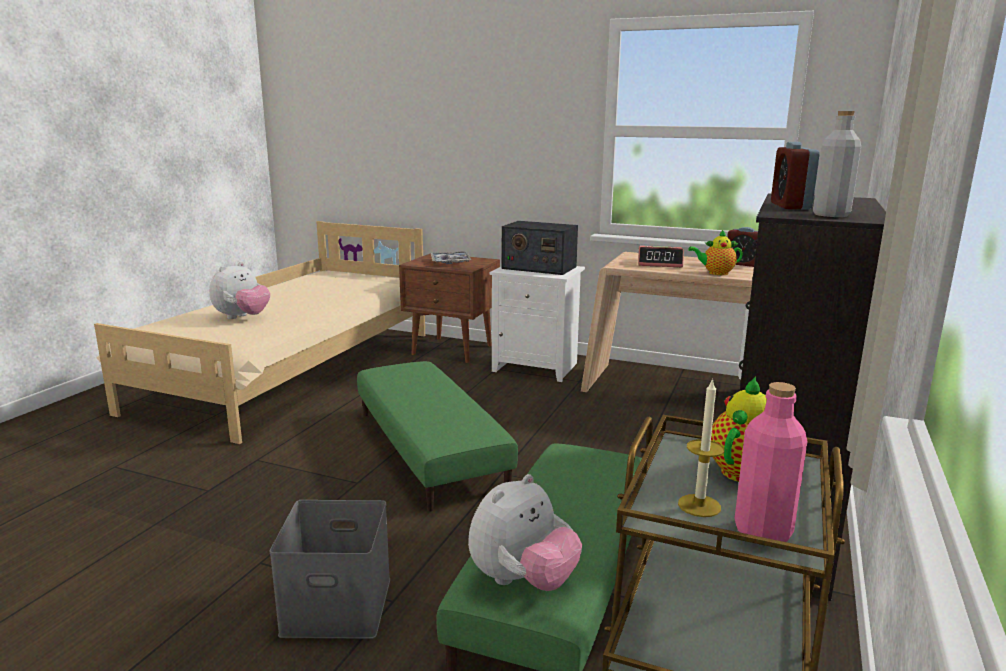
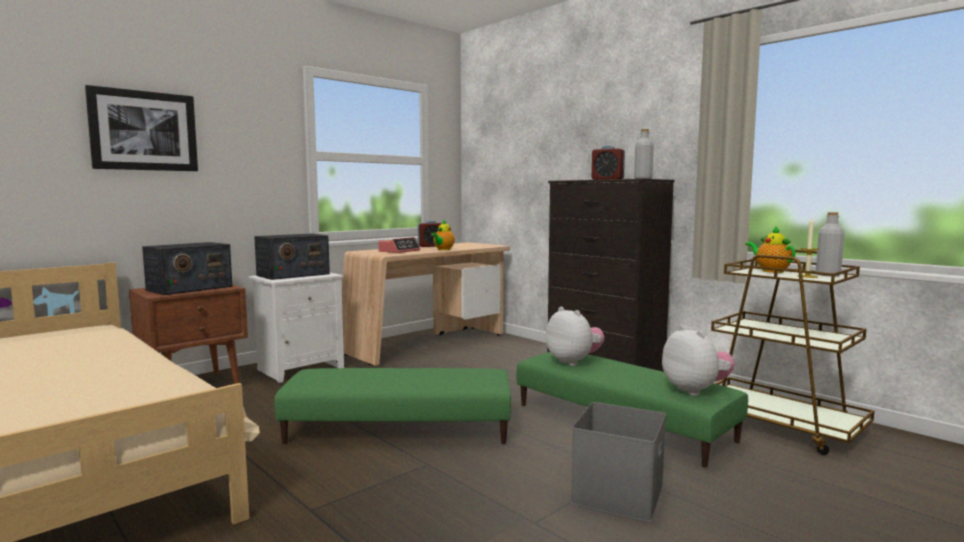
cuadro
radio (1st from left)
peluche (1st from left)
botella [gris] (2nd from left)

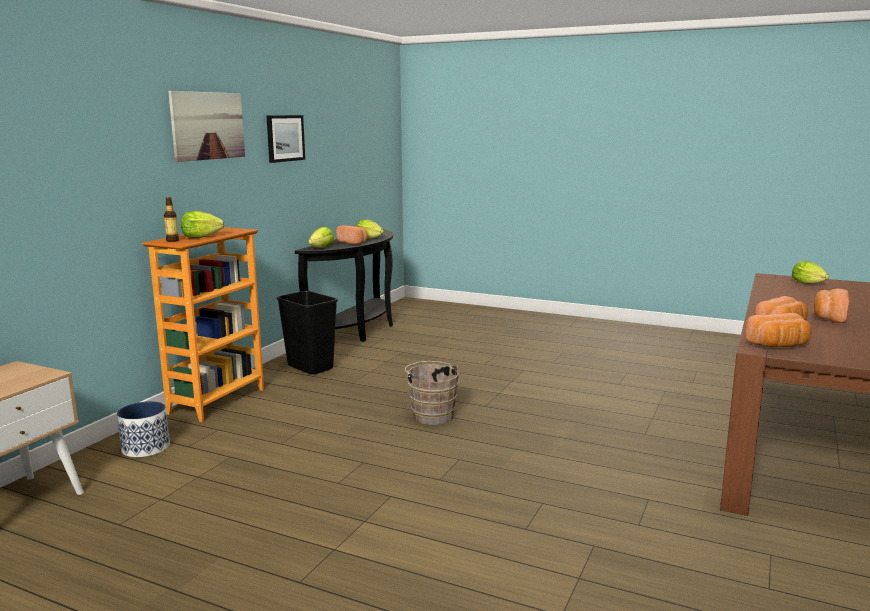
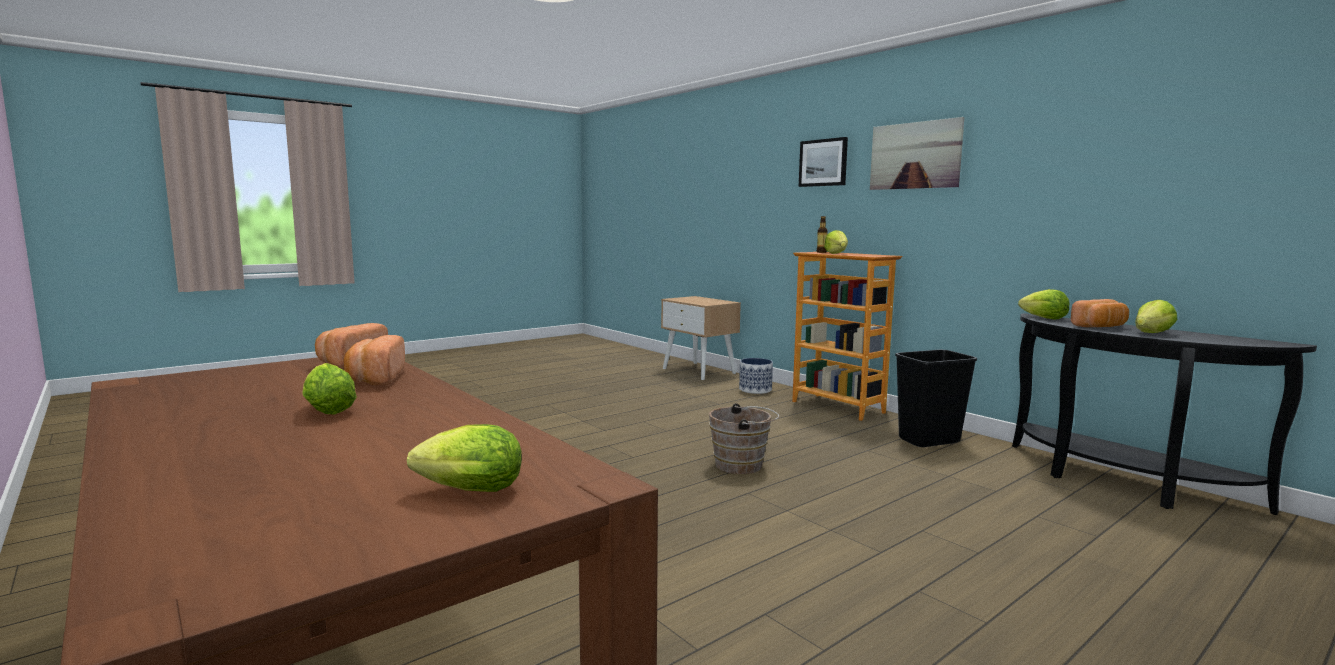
lechuga (1st from left)
cuadro (1st from left)

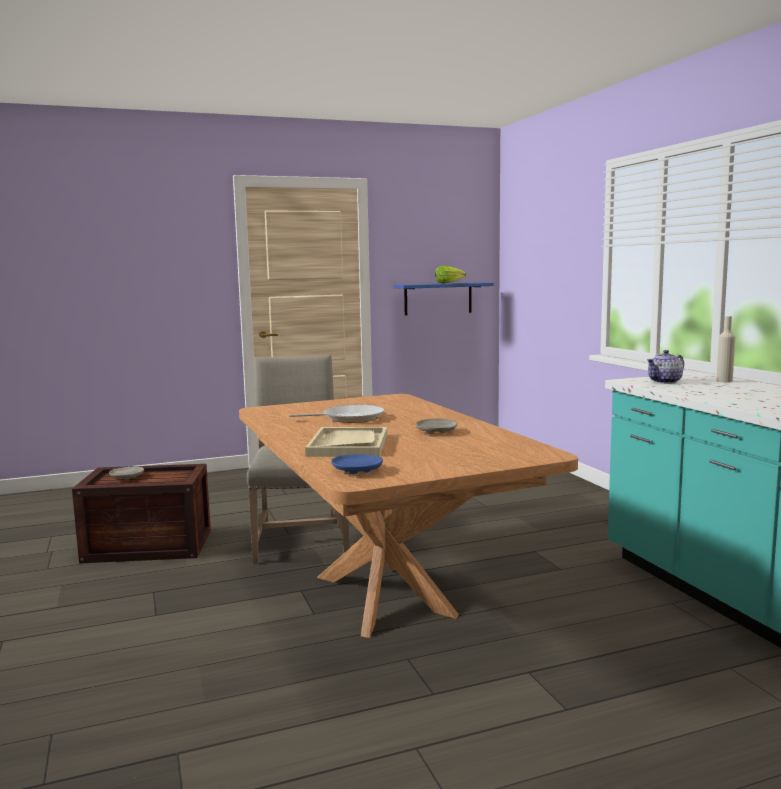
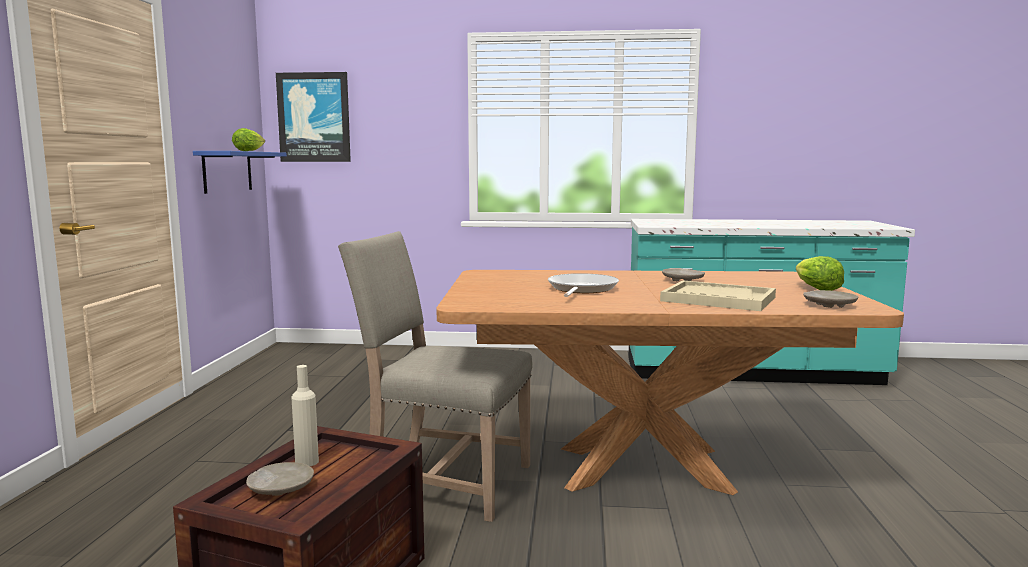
cuadro
botella [beis]
lechuga (2nd from left)
plato [beis] (3rd from left)
tetera

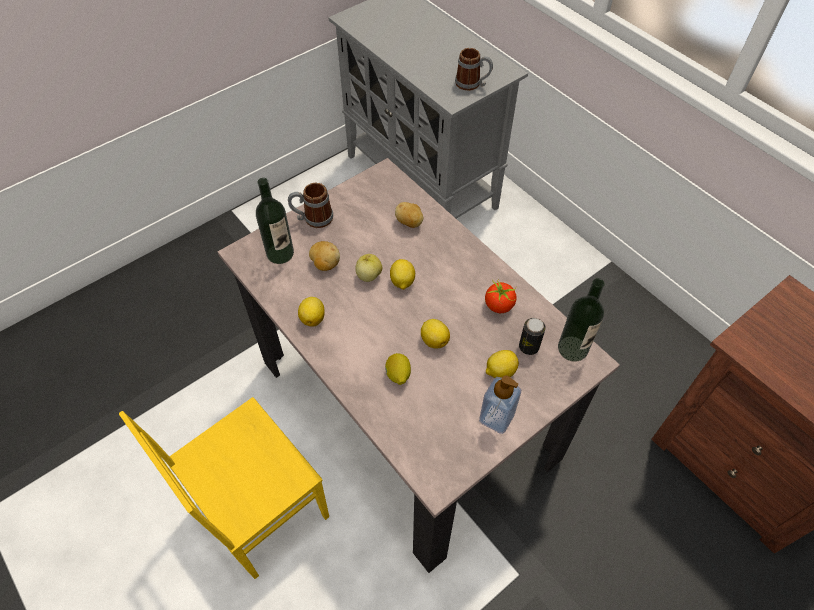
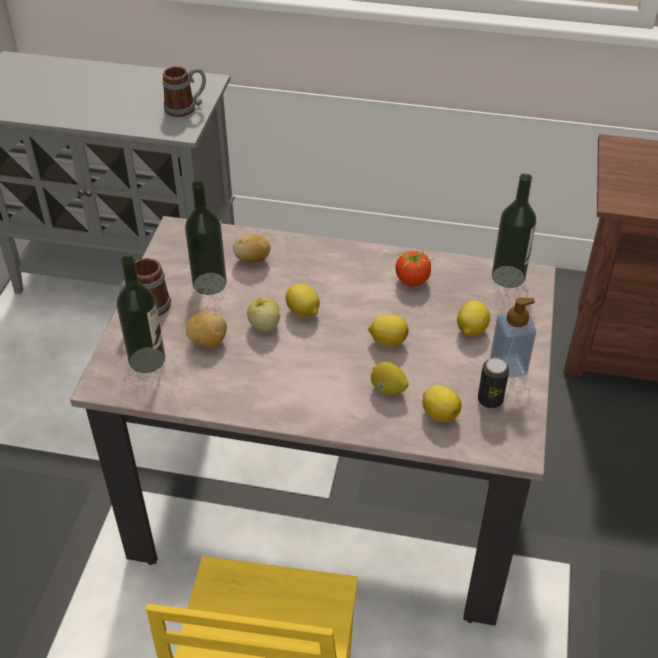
botella (2nd from left)
limón (4th from left)
lata

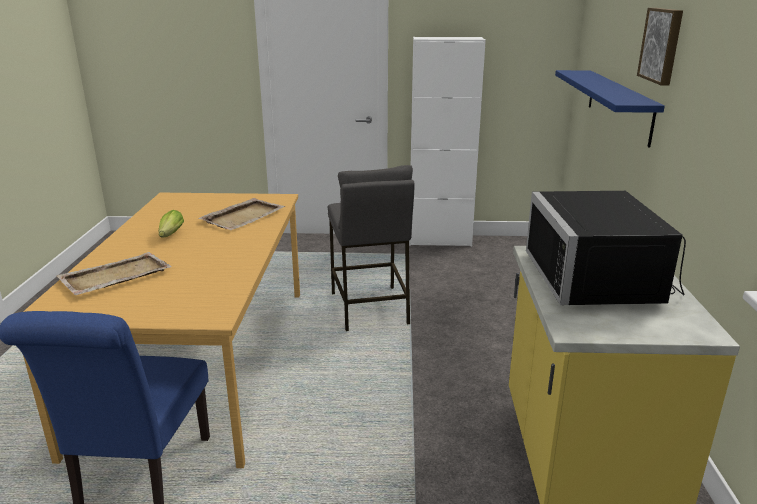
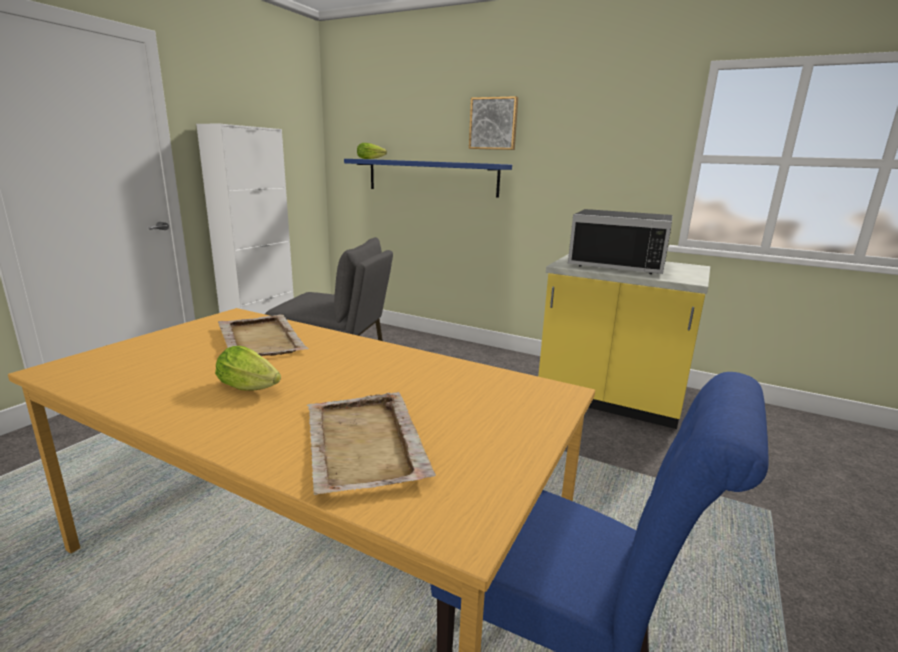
lechuga (2nd from left)

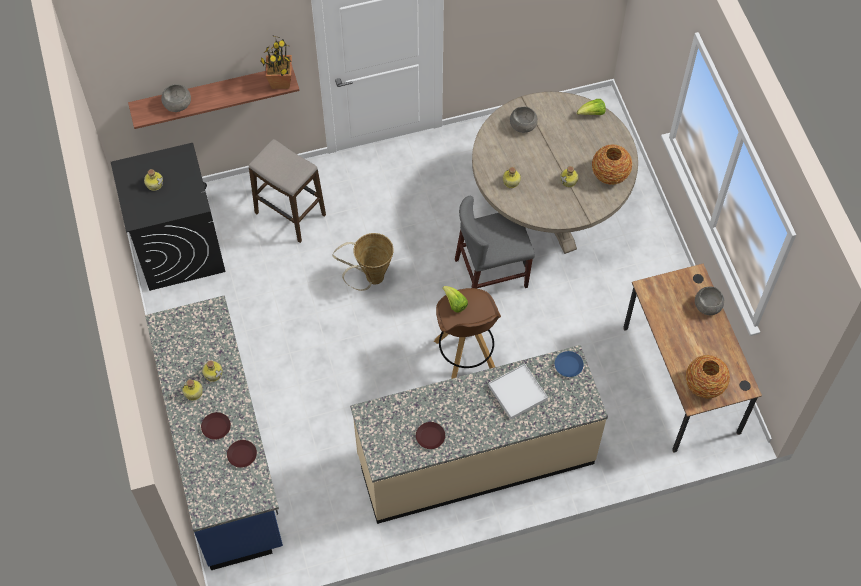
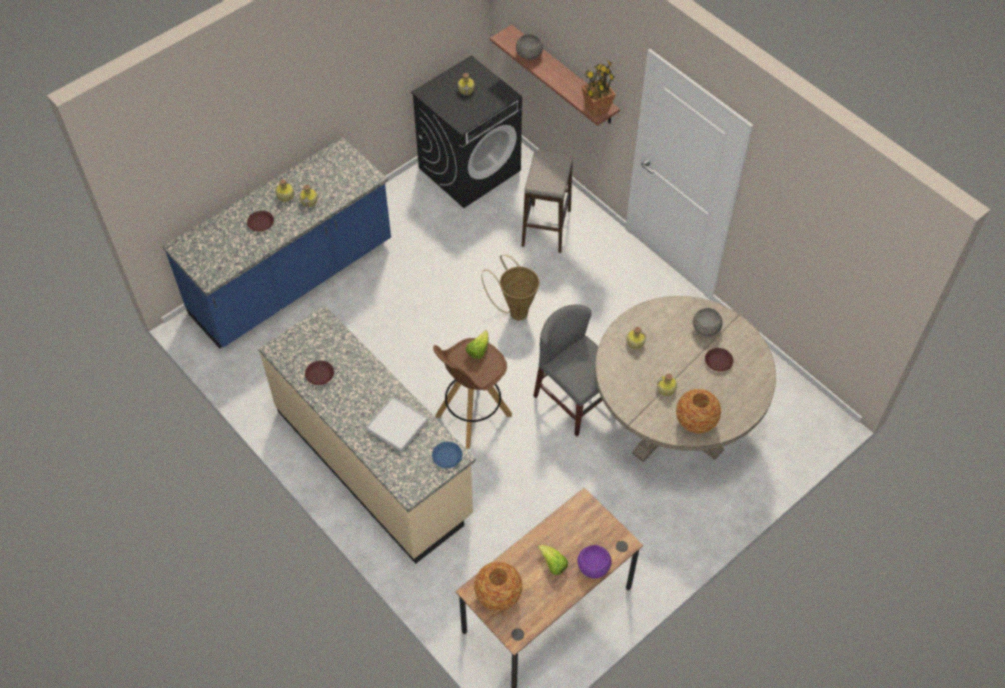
lechuga (2nd from left)
cuenco [morado]
plato [marrón] (3rd from left)

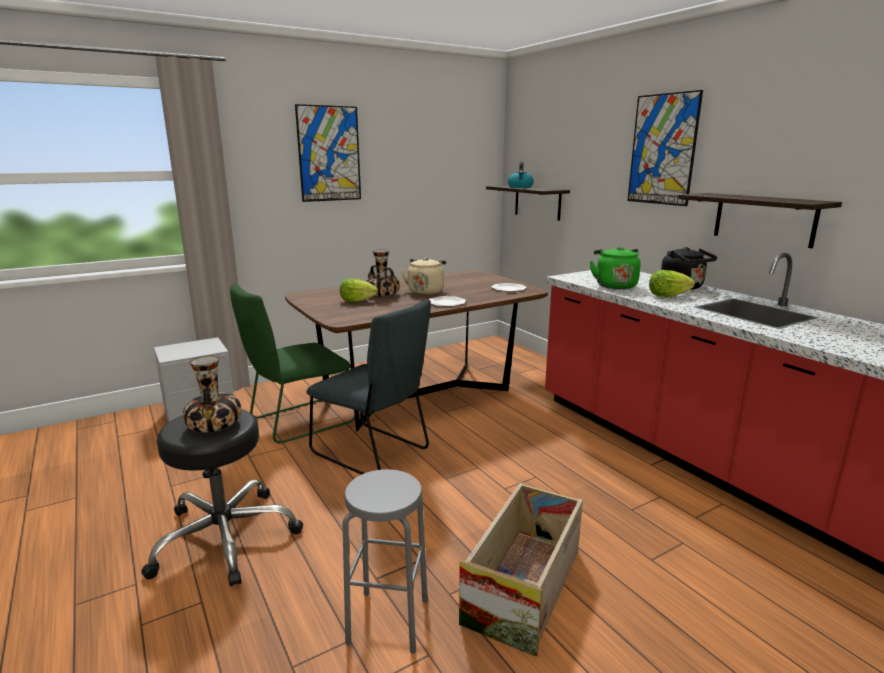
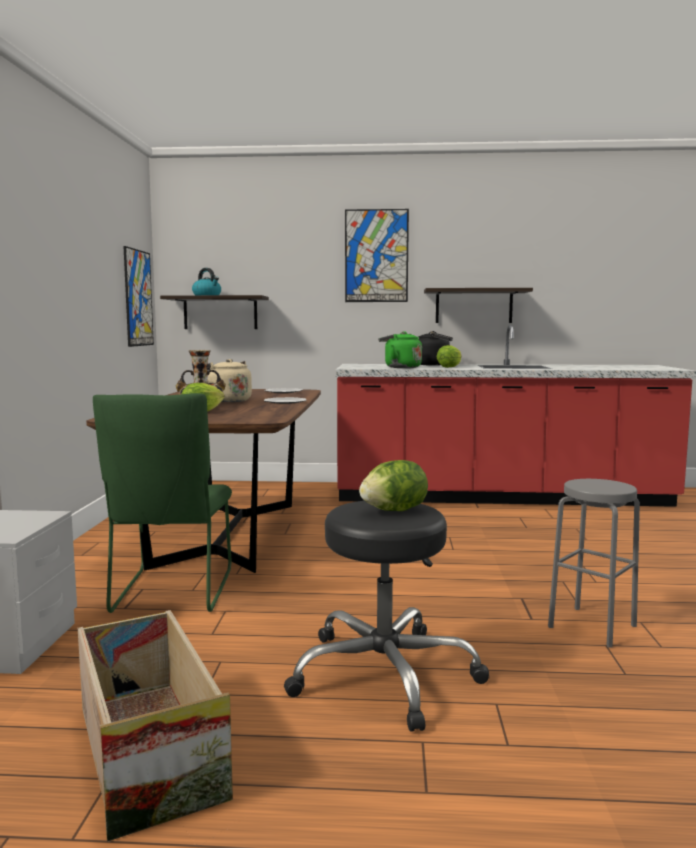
caja de embalaje
cuadro (1st from left)
lechuga (2nd from left)
silla [gris]

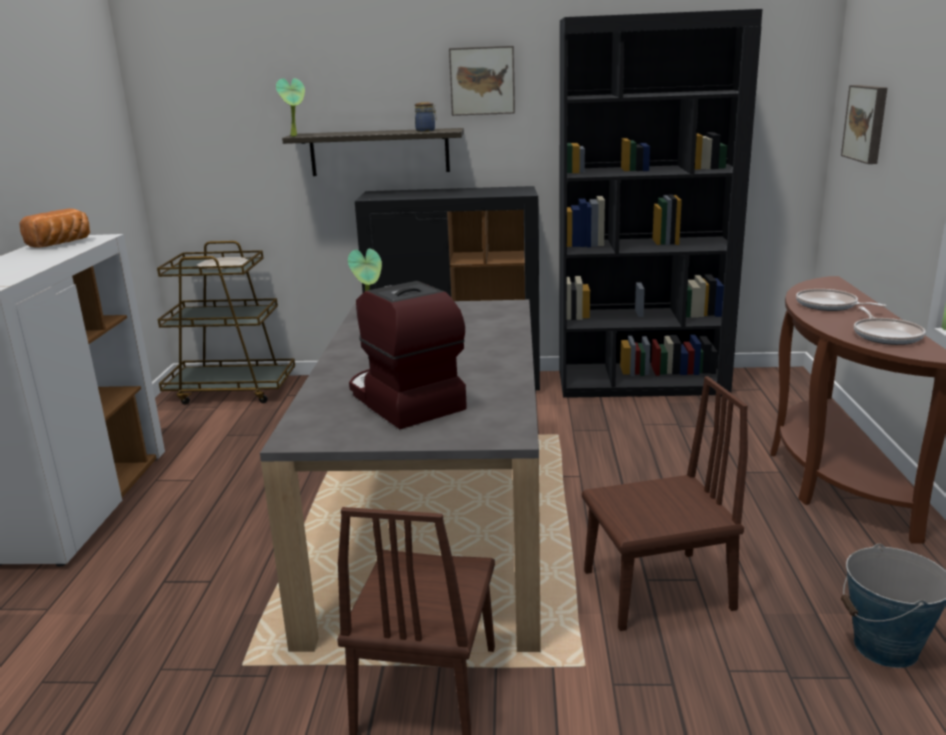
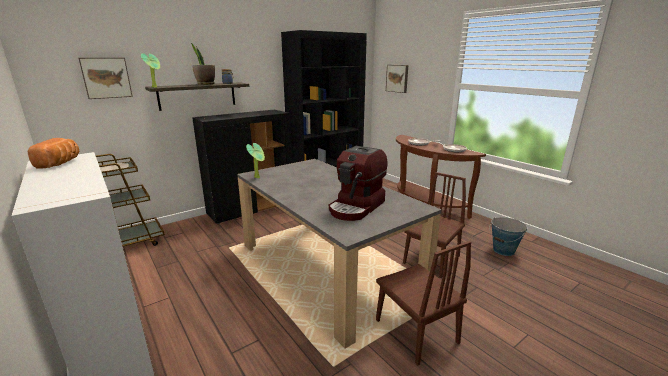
cuadro (1st from left)
planta en maceta (2nd from left)
cafetera

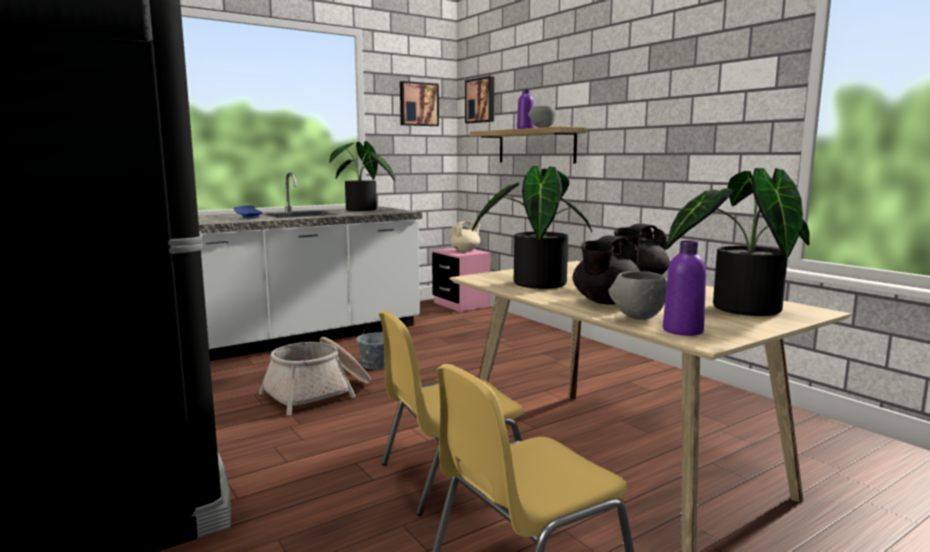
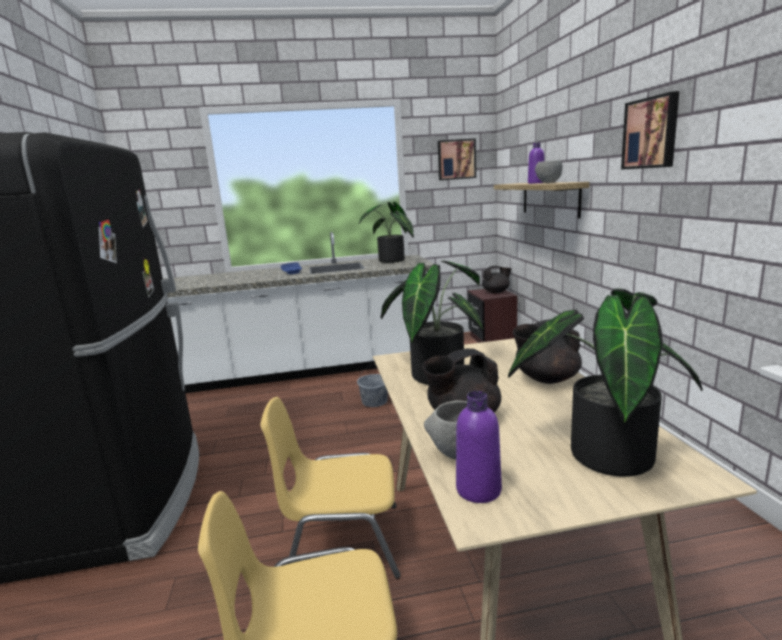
mesita de noche [marrón]
tetera [negro] (2nd from left)
cuadro (2nd from left)
cesta

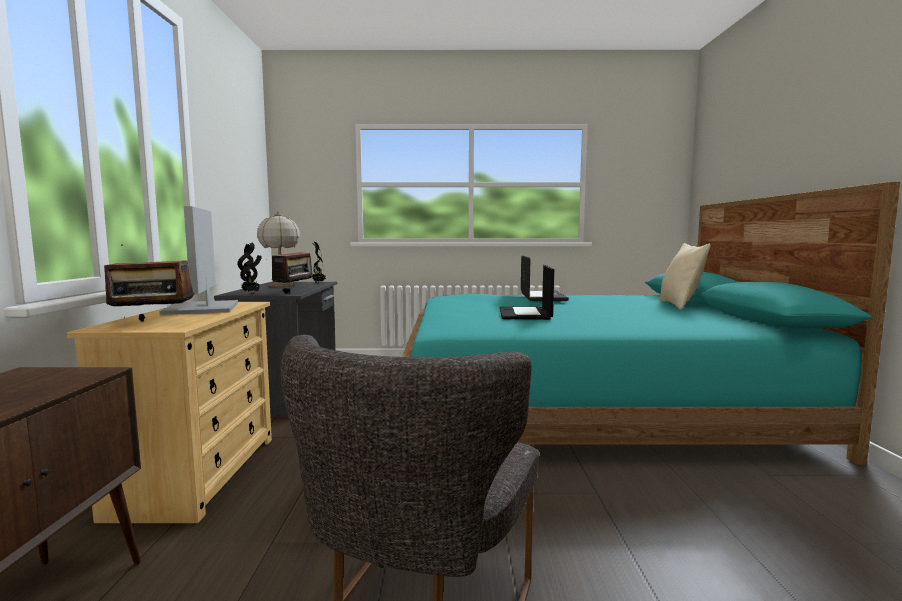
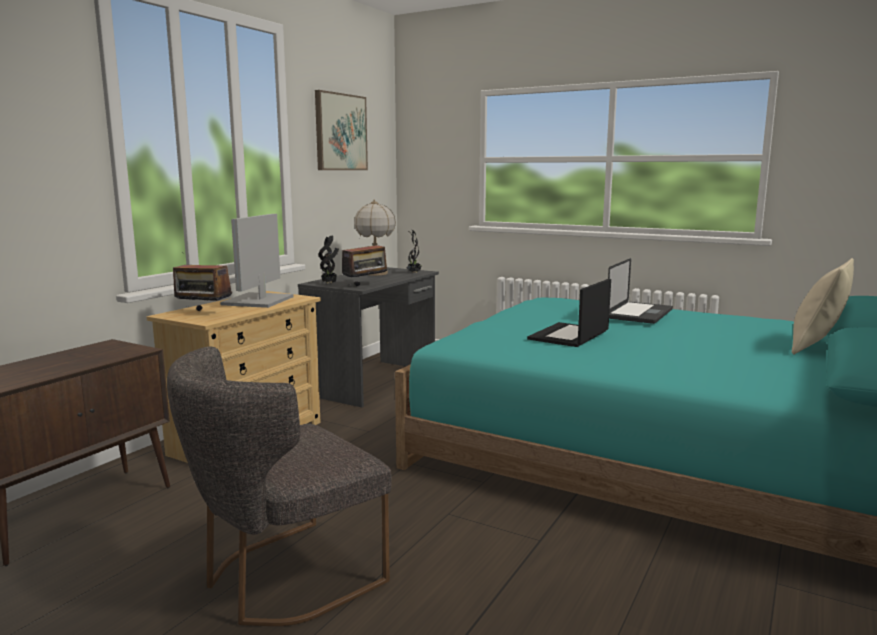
cuadro

